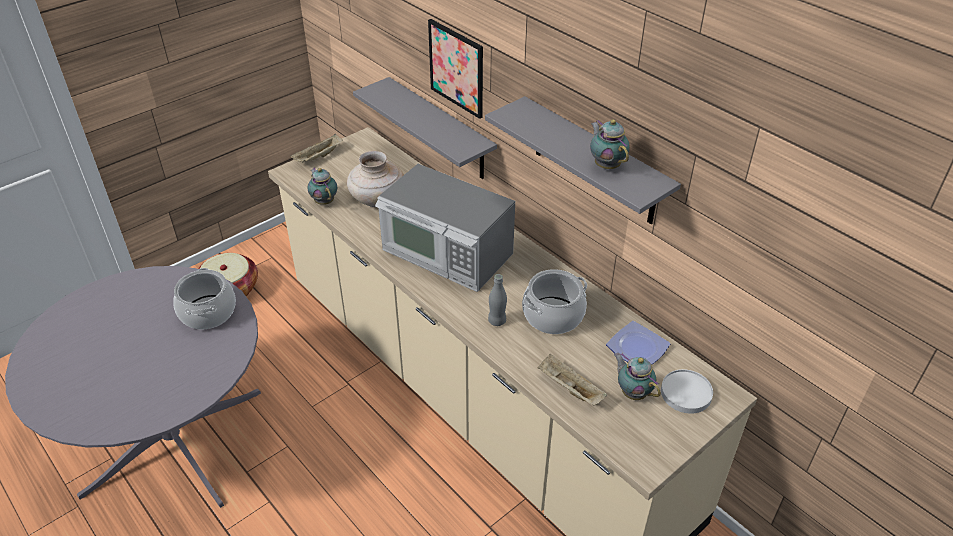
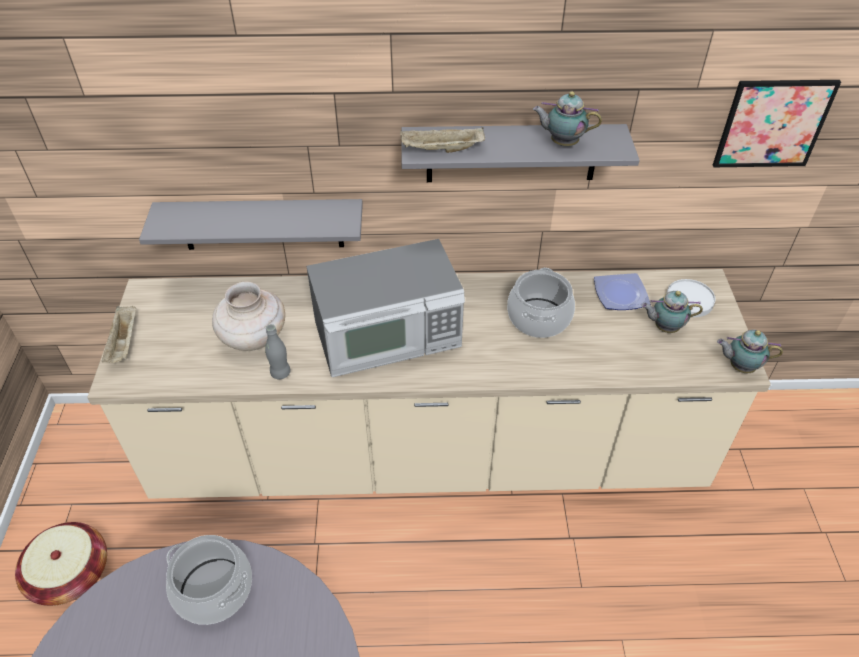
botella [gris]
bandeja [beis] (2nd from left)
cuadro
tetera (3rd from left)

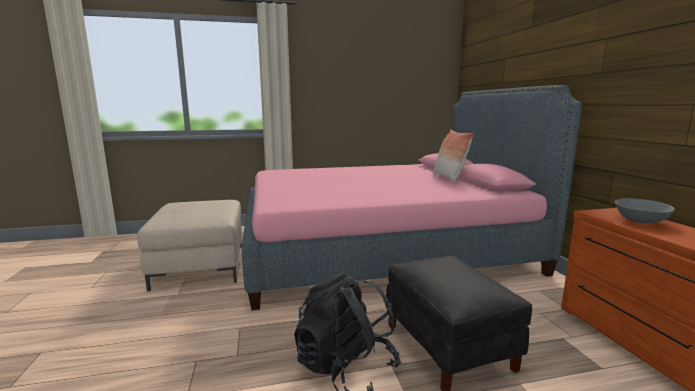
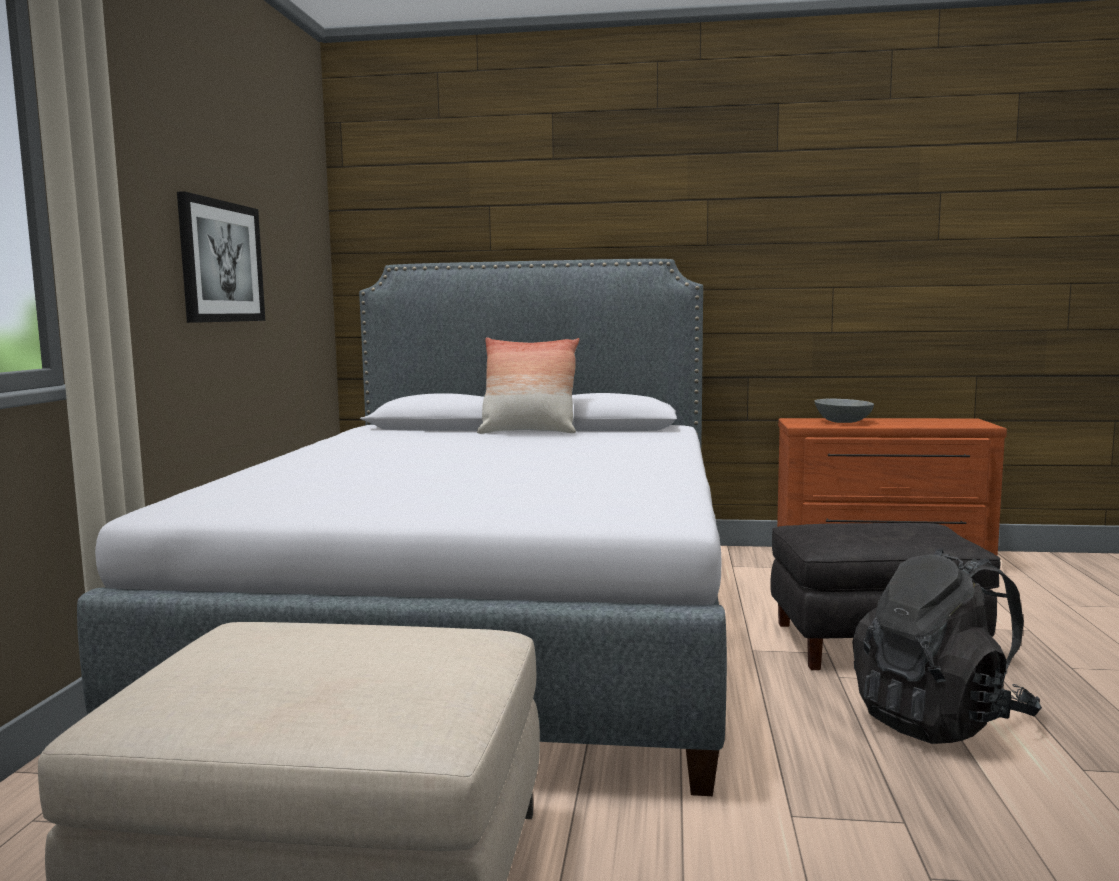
cama [gris]
cuadro

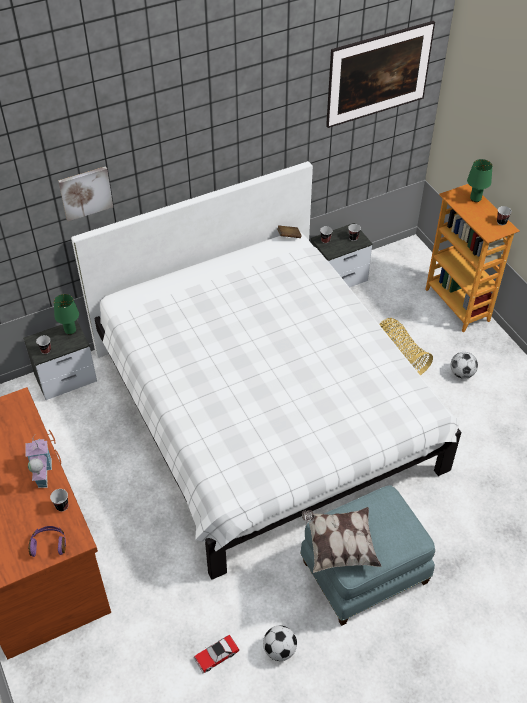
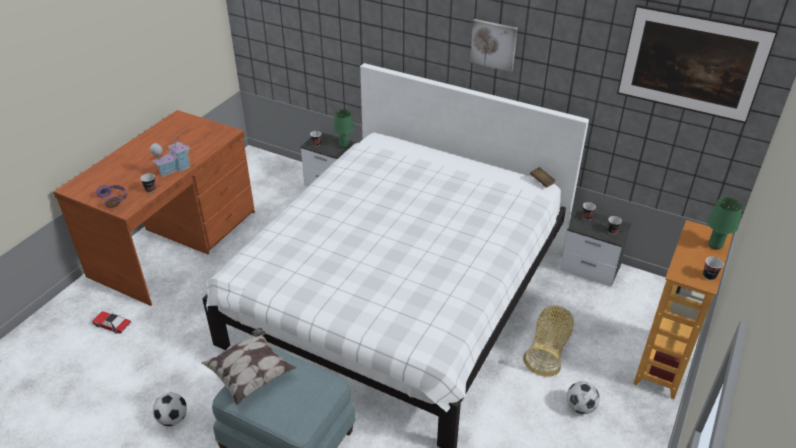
coche de juguete
cuadro (1st from left)

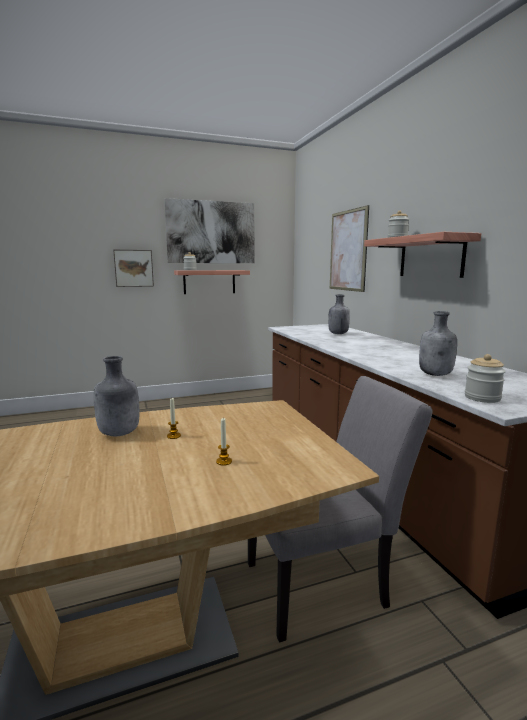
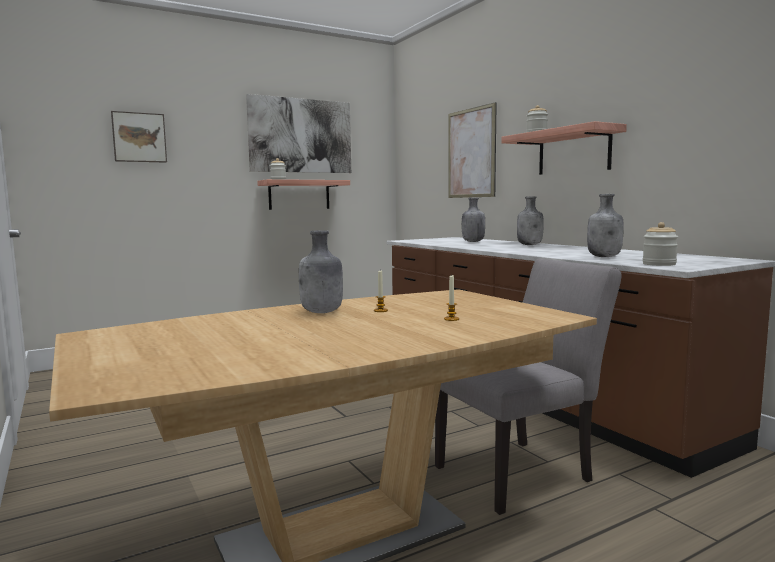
cuadro (1st from left)
botella [gris] (3rd from left)

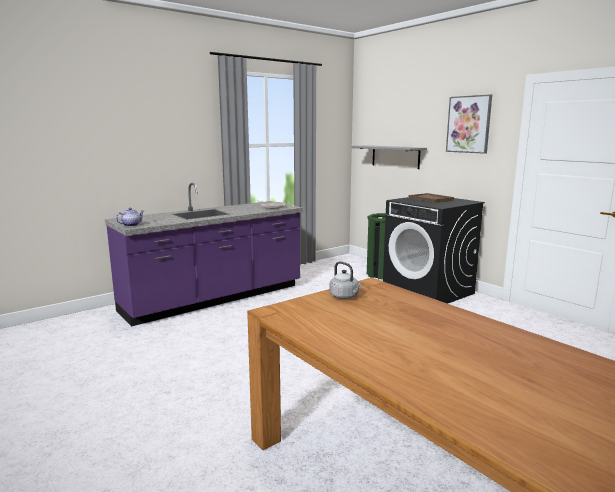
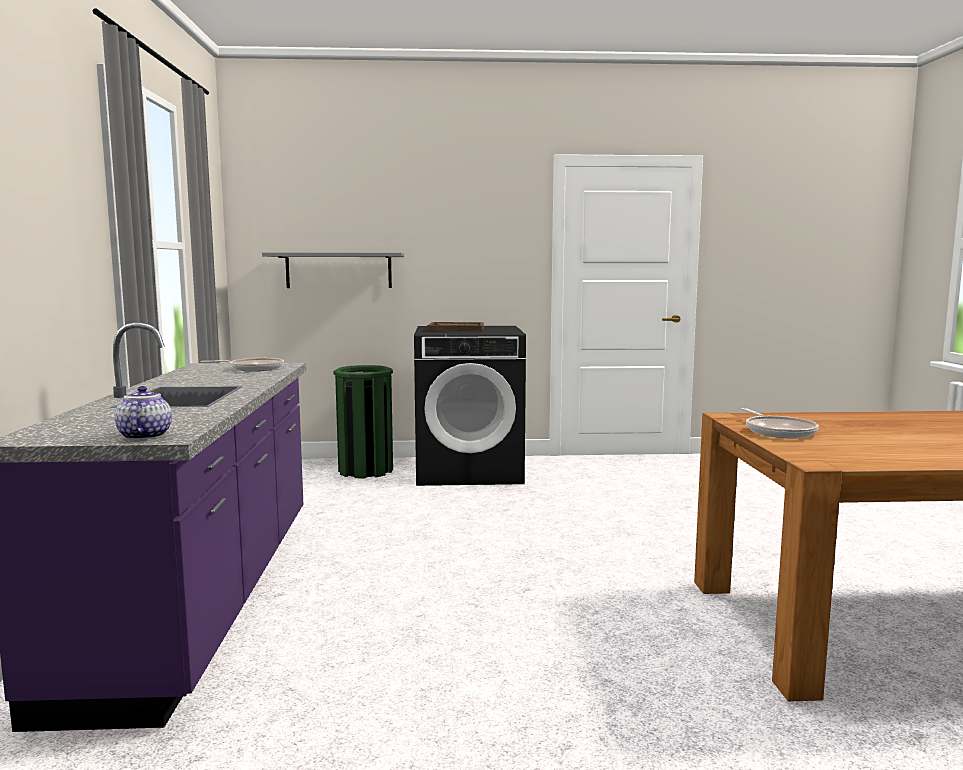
sartén (2nd from left)
cuadro

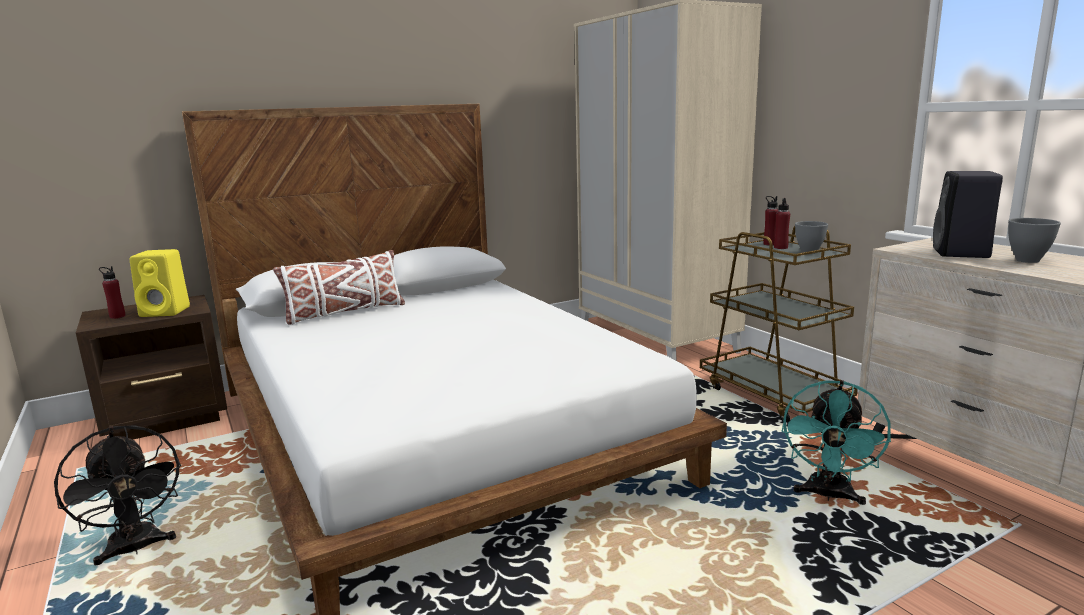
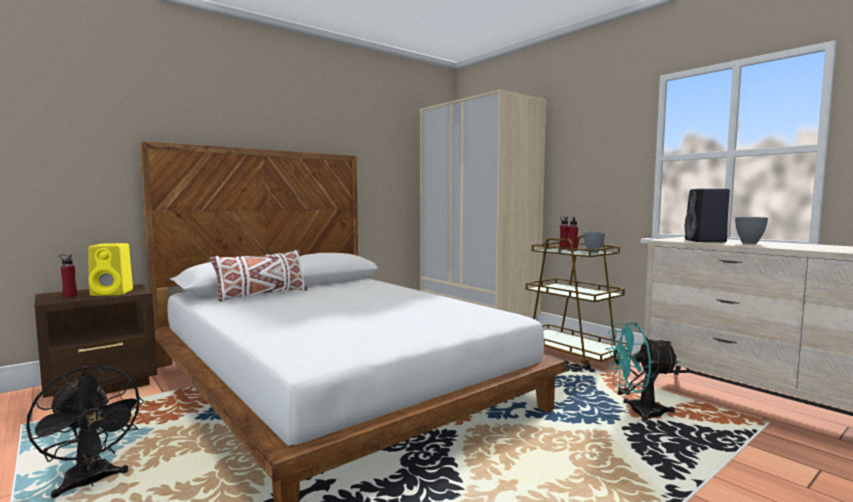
ventilador [turquesa]

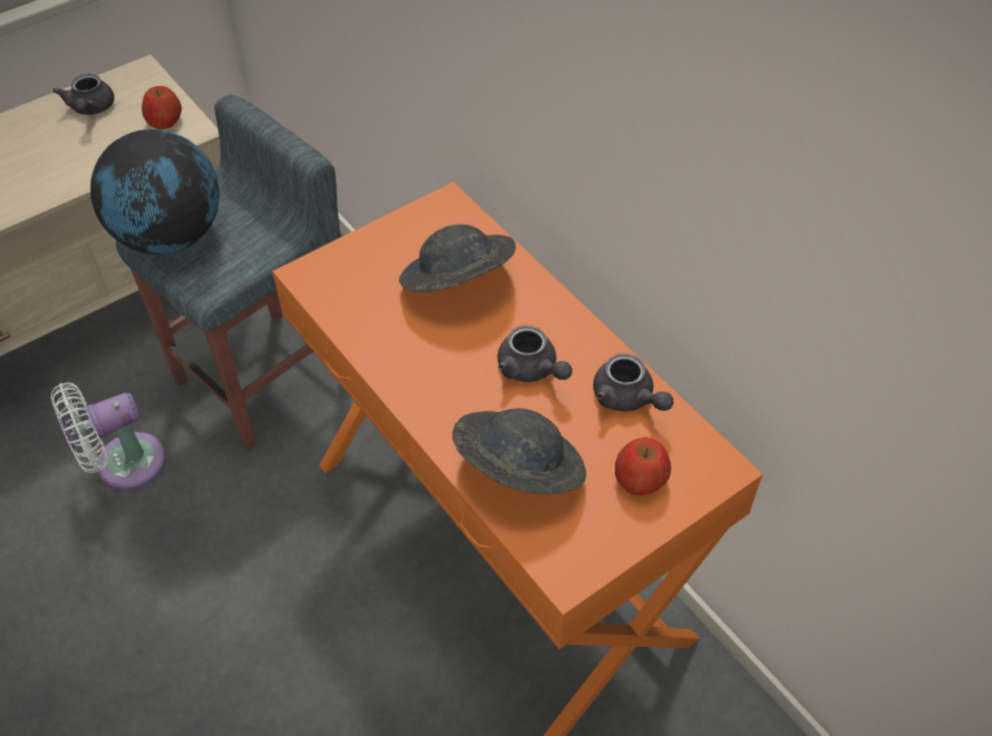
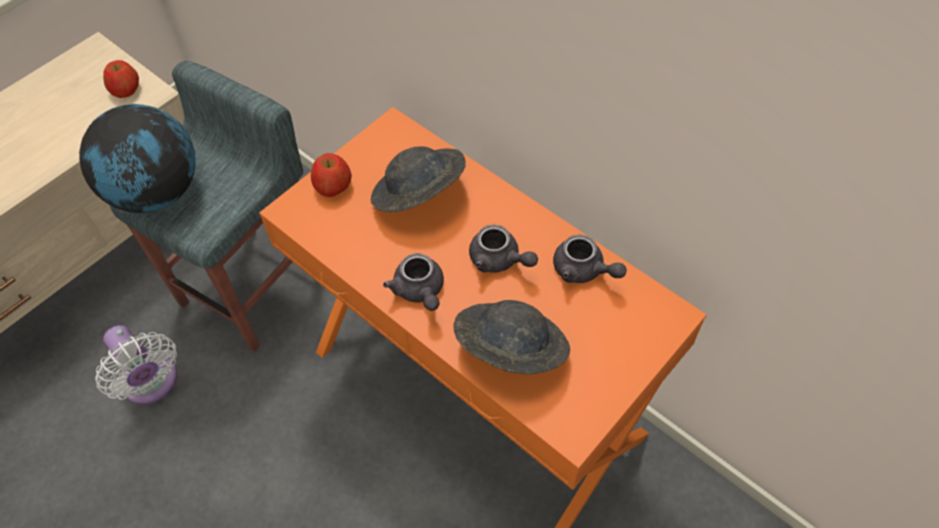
ventilador [blanco]
manzana (2nd from left)
tetera [gris] (1st from left)

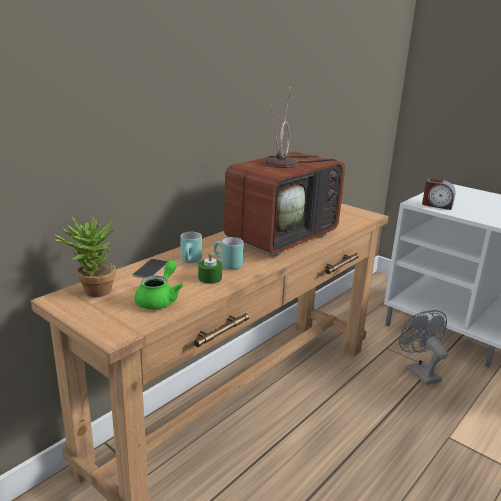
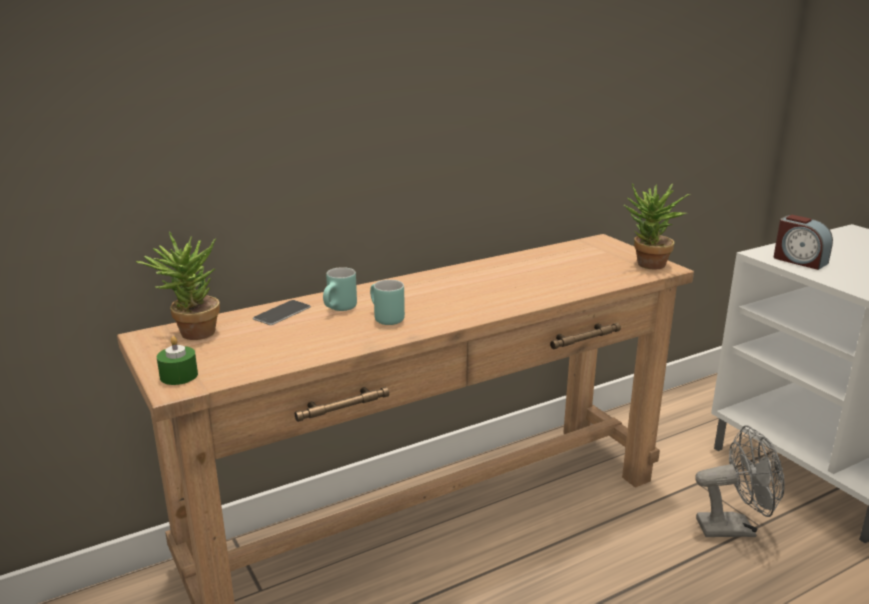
vela [verde]
planta en maceta (2nd from left)
ventilador [gris]
tetera [verde]
televisor

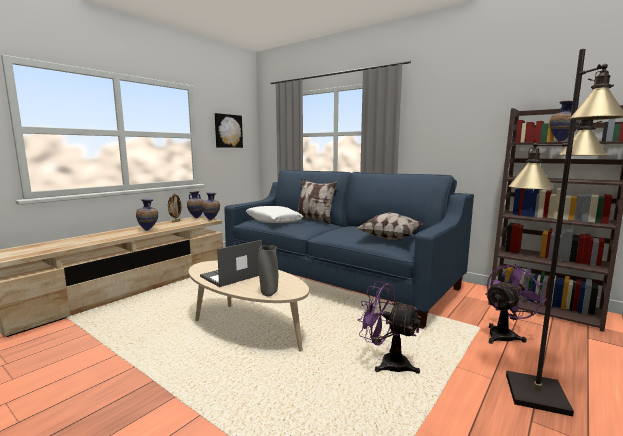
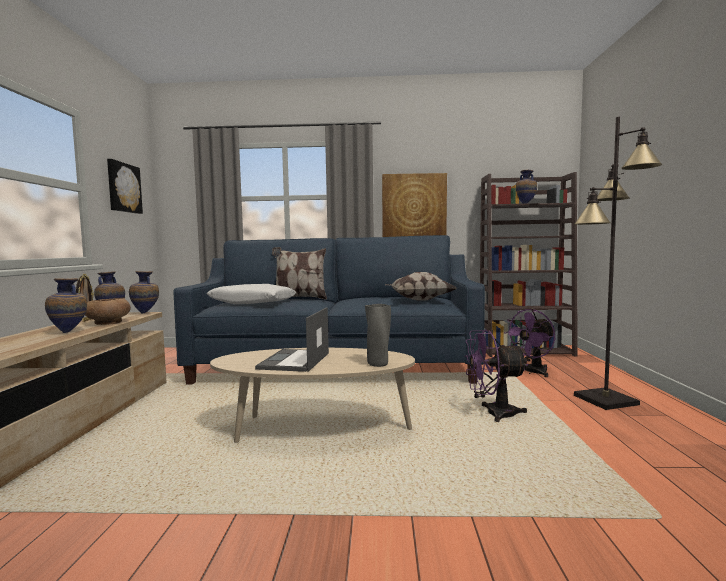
cuenco [marrón]
cuadro (2nd from left)
ventilador [morado] (2nd from left)

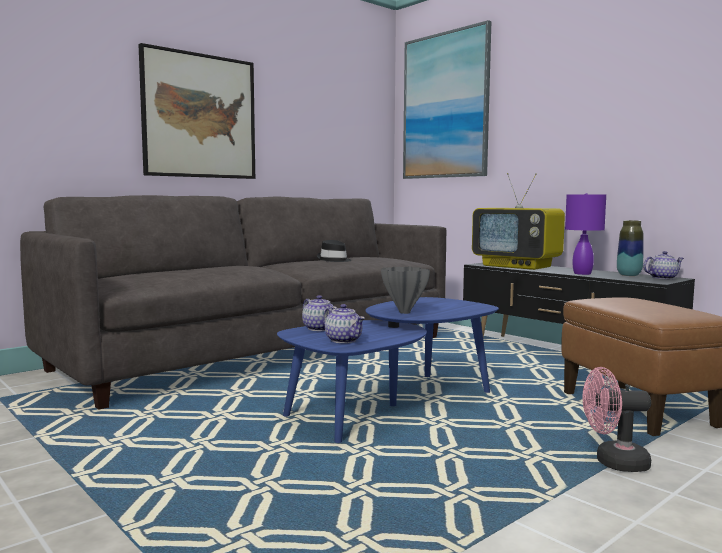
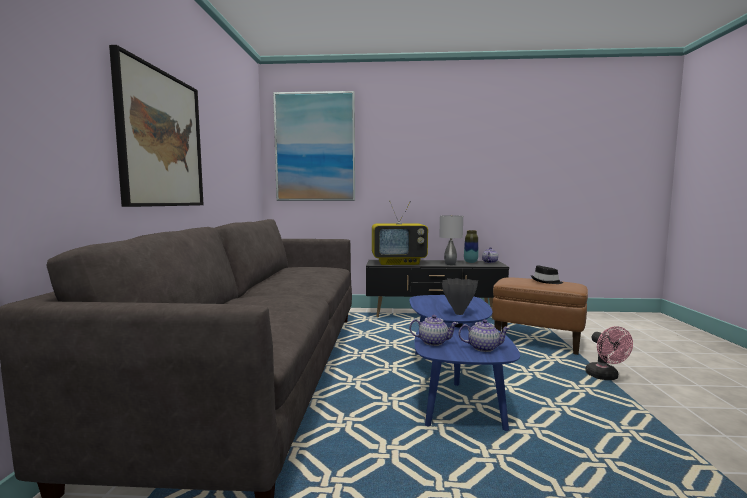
lámpara de mesa [gris]
sombrero [negro]
ventilador [rosa]

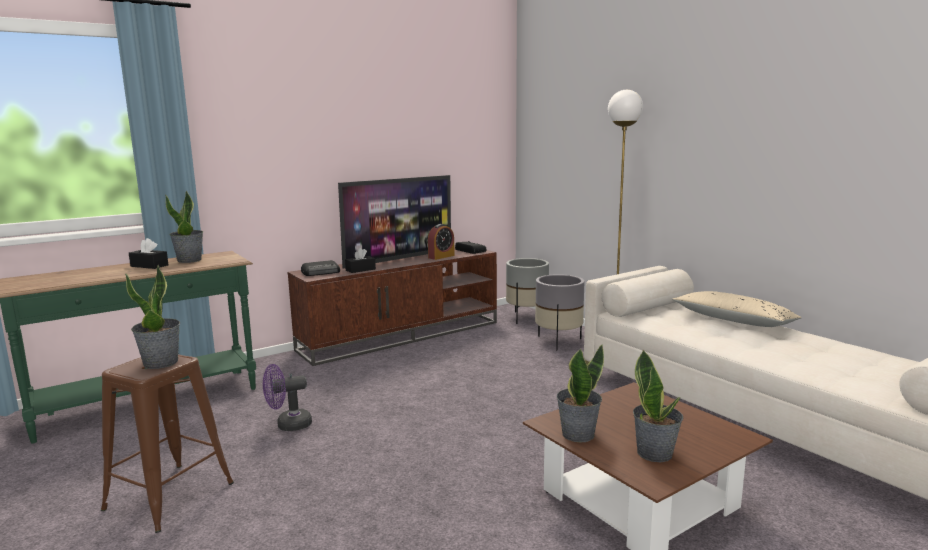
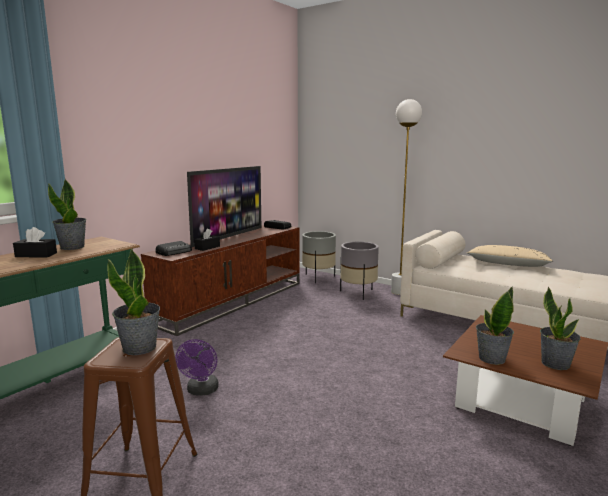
ventilador [morado]
despertador

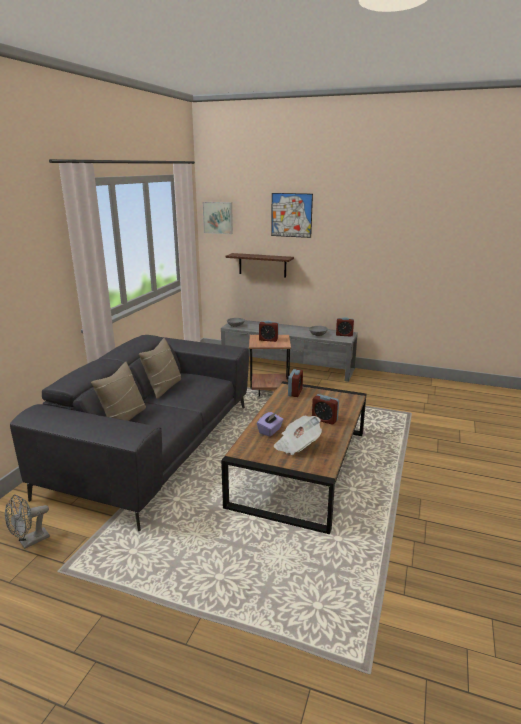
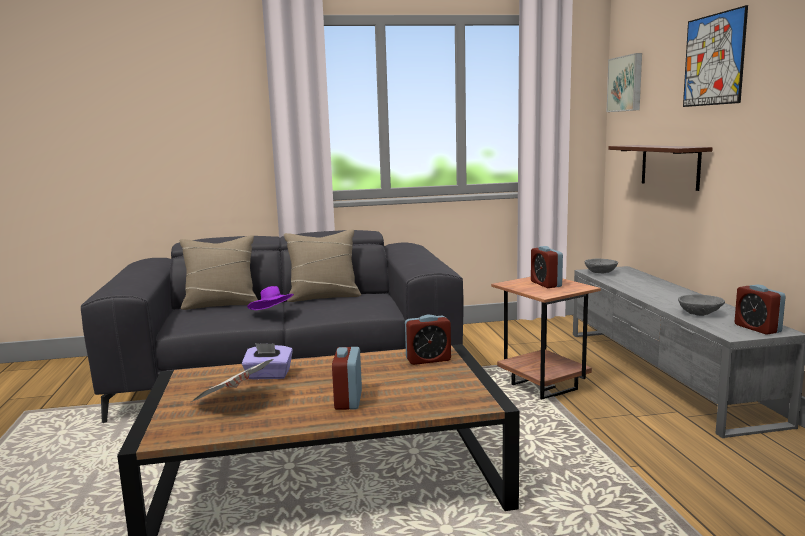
sombrero [morado]
ventilador [gris]

